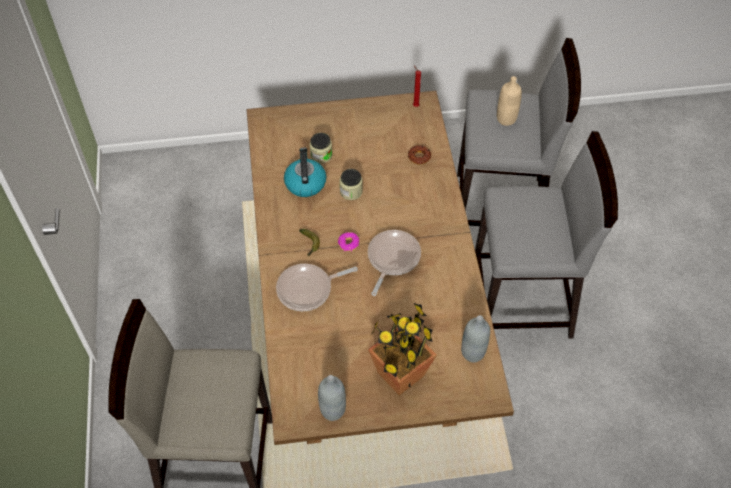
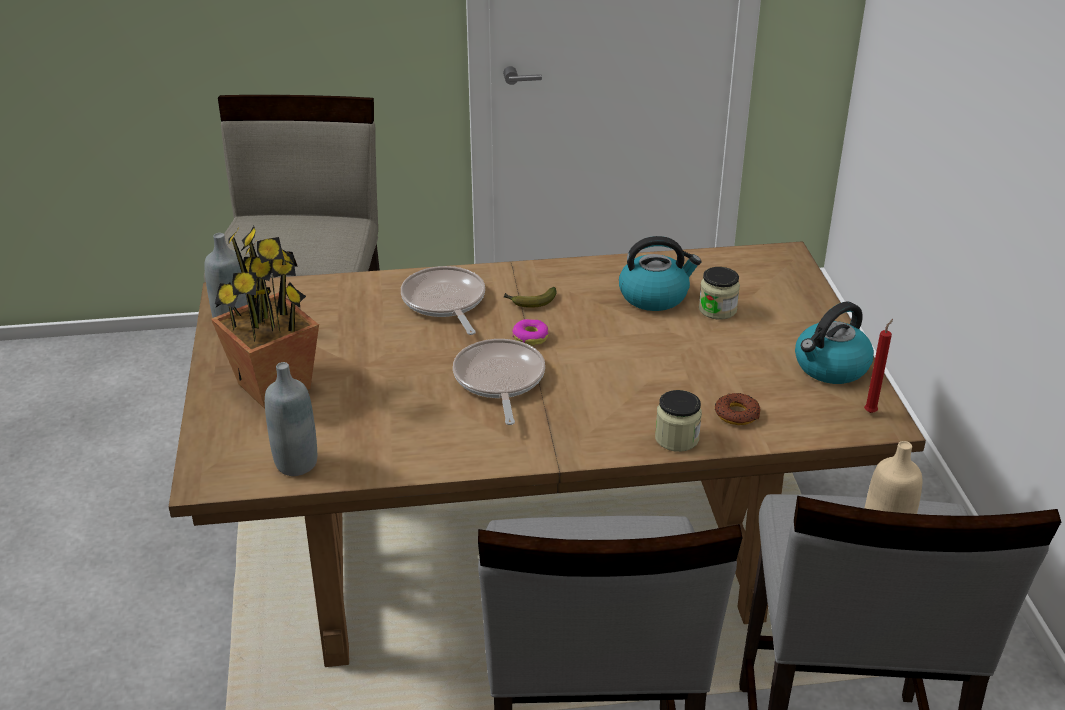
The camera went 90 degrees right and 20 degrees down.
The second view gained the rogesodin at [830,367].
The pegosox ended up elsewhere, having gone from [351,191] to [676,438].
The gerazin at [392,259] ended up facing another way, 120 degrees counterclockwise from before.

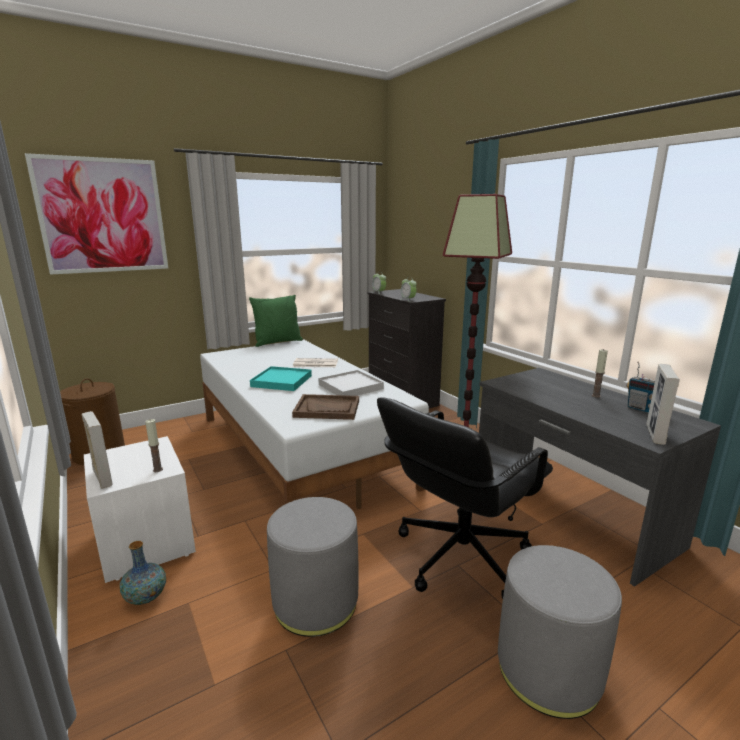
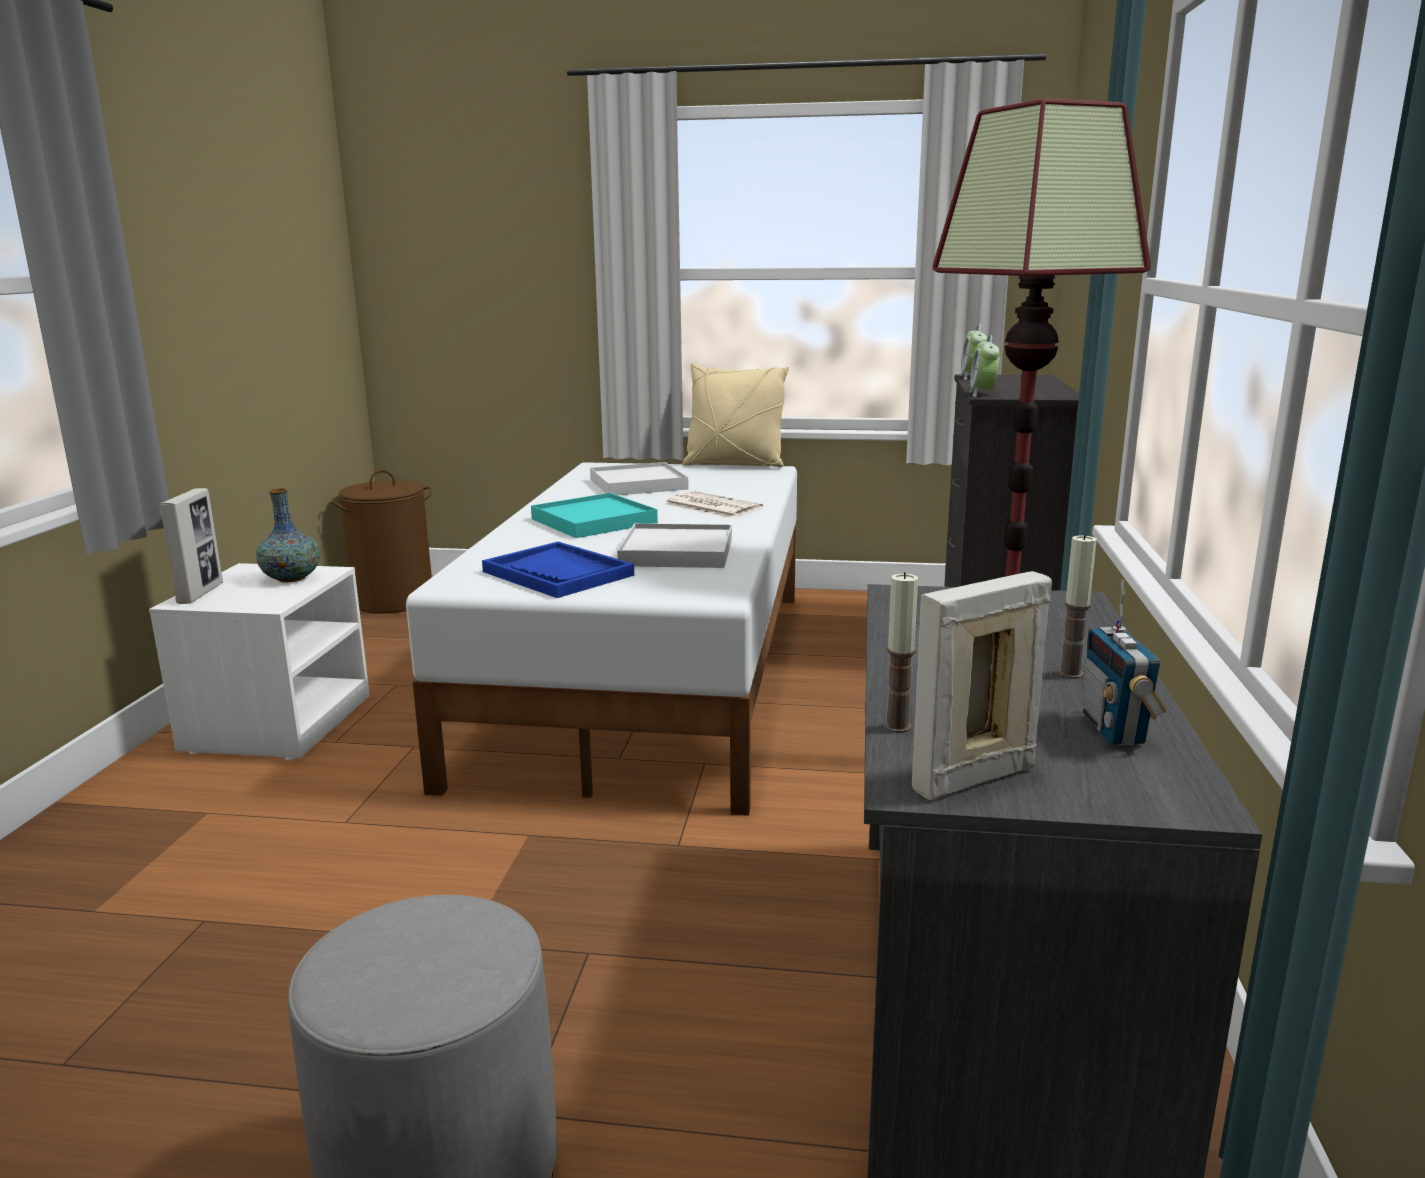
The camera went 40 degrees right and 0 degrees up.
The second view lost the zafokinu at [103,216].
The second view lost the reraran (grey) at [315,602].
The second view lost the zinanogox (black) at [459,556].
The second view gained the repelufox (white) at [638,484].
The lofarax ended up elsewhere, having gone from [145,596] to [291,578].
The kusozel ended up elsewhere, having gone from [157,470] to [897,726].
What was the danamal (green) at [278,342] turned into the danamal (beige) at [734,464].
What was the repelufox (brown) at [327,409] turned into the repelufox (blue) at [558,573].

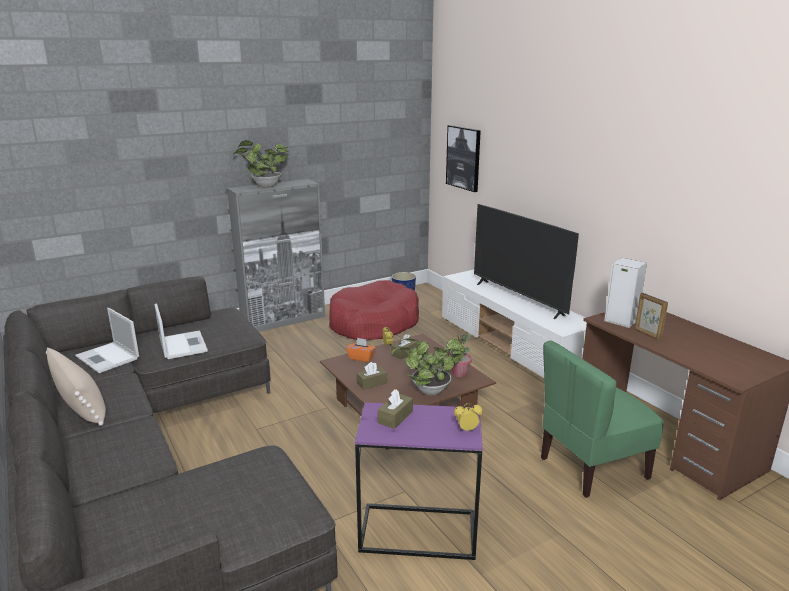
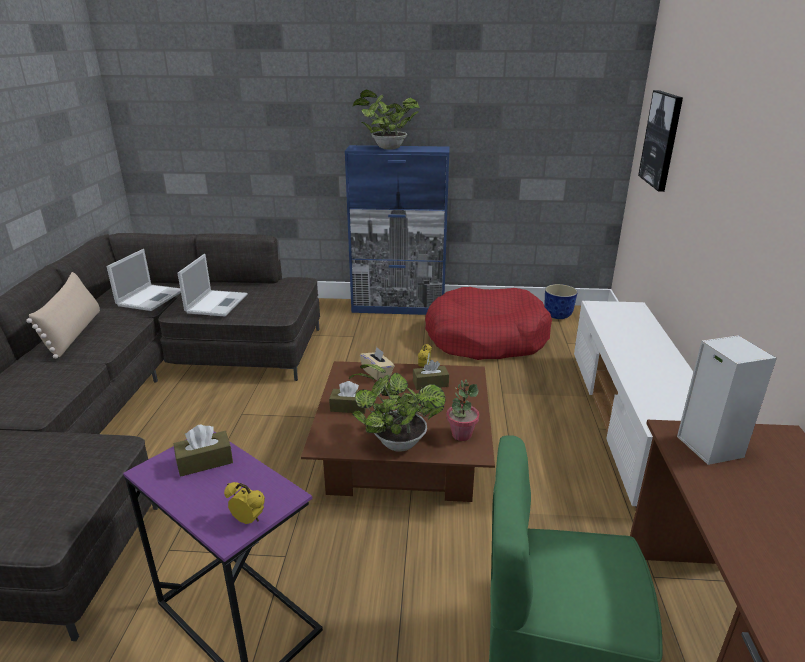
The camera went 35 degrees right and 5 degrees up.
The second view lost the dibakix at [518,299].
The second view lost the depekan at [647,334].
What was the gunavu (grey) at [284,320] turned into the gunavu (blue) at [399,308].
What was the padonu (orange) at [361,358] turned into the padonu (beige) at [377,373].
The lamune at [108,358] ended up facing another way, 150 degrees counterclockwise from before.

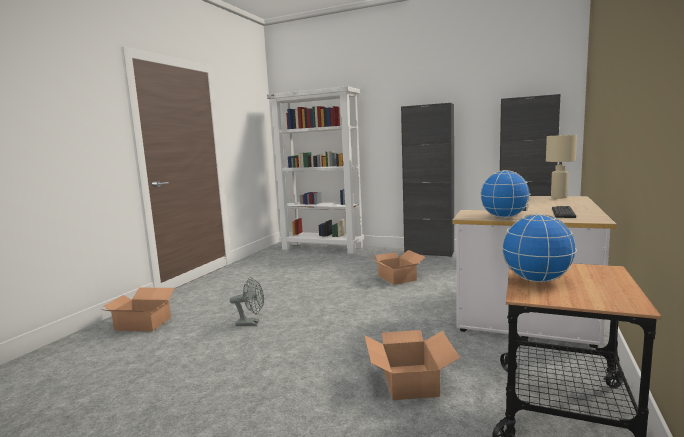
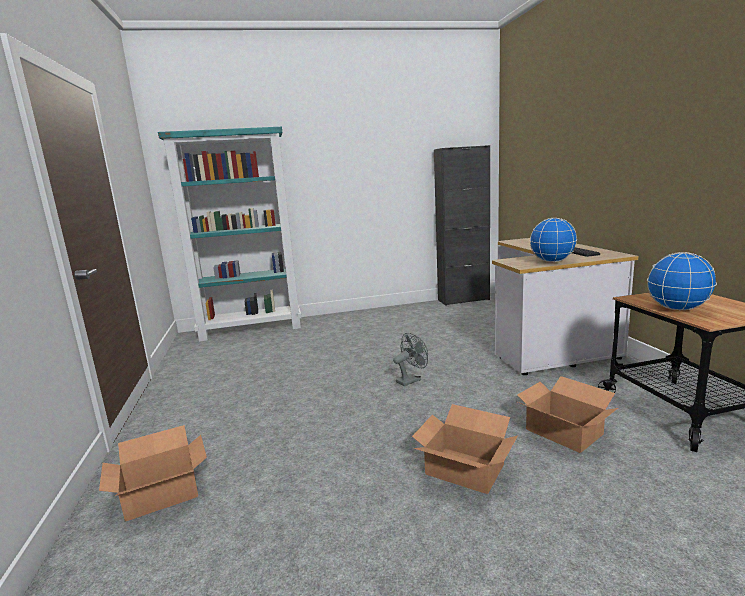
The camera went 35 degrees left and 5 degrees up.
The second view lost the gunavu (black) at [429,253].
The second view lost the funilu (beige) at [559,197].
The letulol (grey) ended up elsewhere, having gone from [251,323] to [411,380].
The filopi ended up elsewhere, having gone from [397,278] to [464,468].
What was the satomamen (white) at [323,248] turned into the satomamen (turquoise) at [252,329].

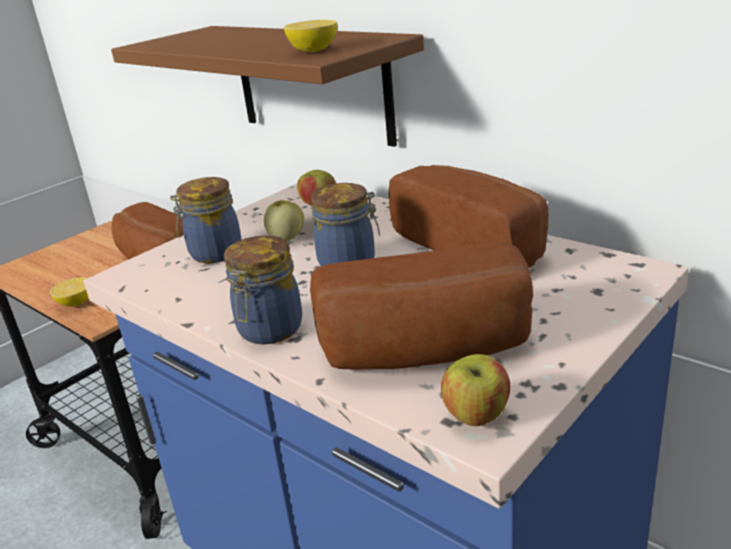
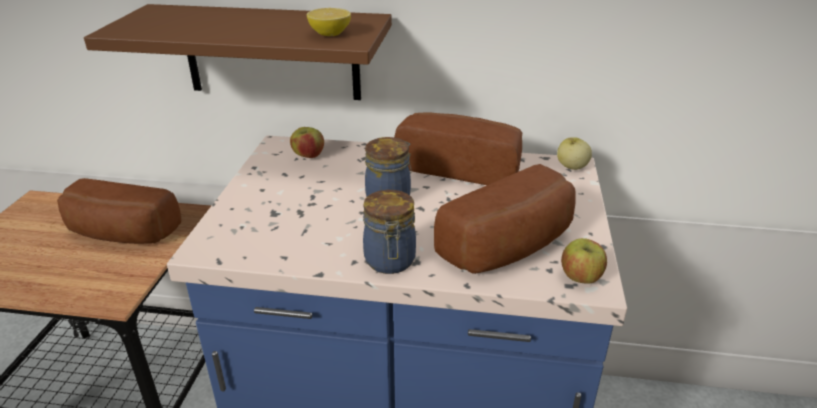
The camera went 35 degrees left and 5 degrees up.
The second view lost the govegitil at [76,303].
The second view lost the pegosox at [213,253].
The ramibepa ended up elsewhere, having gone from [286,239] to [571,167].

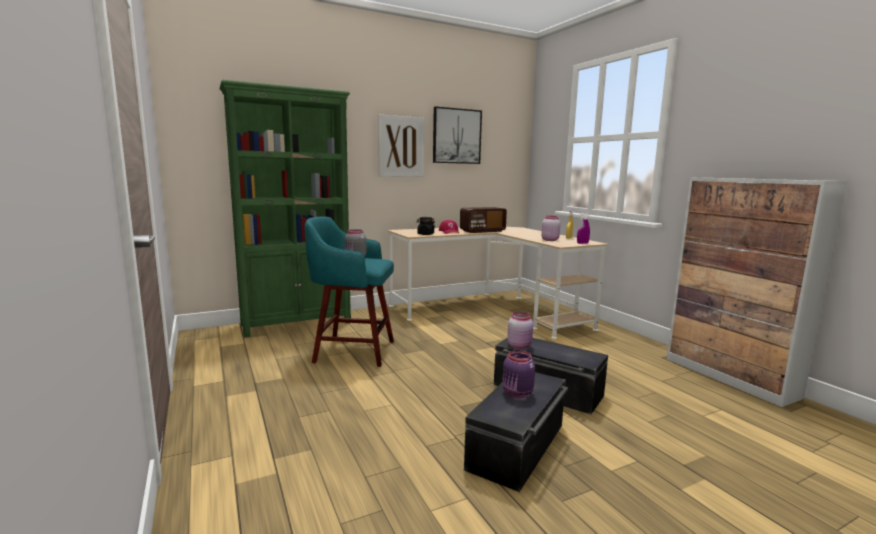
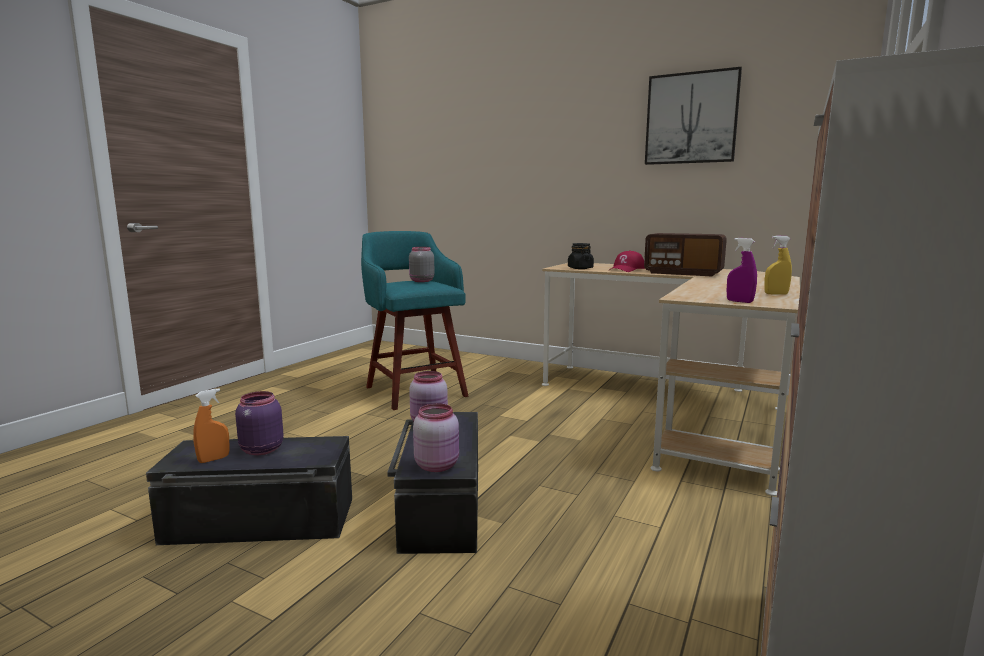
The camera went 55 degrees right and 0 degrees up.
The second view lost the satomamen (green) at [297,323].
The second view lost the zafokinu at [401,146].
The second view gained the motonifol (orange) at [214,459].
The pegosox (pink) ended up elsewhere, having gone from [549,240] to [438,465].

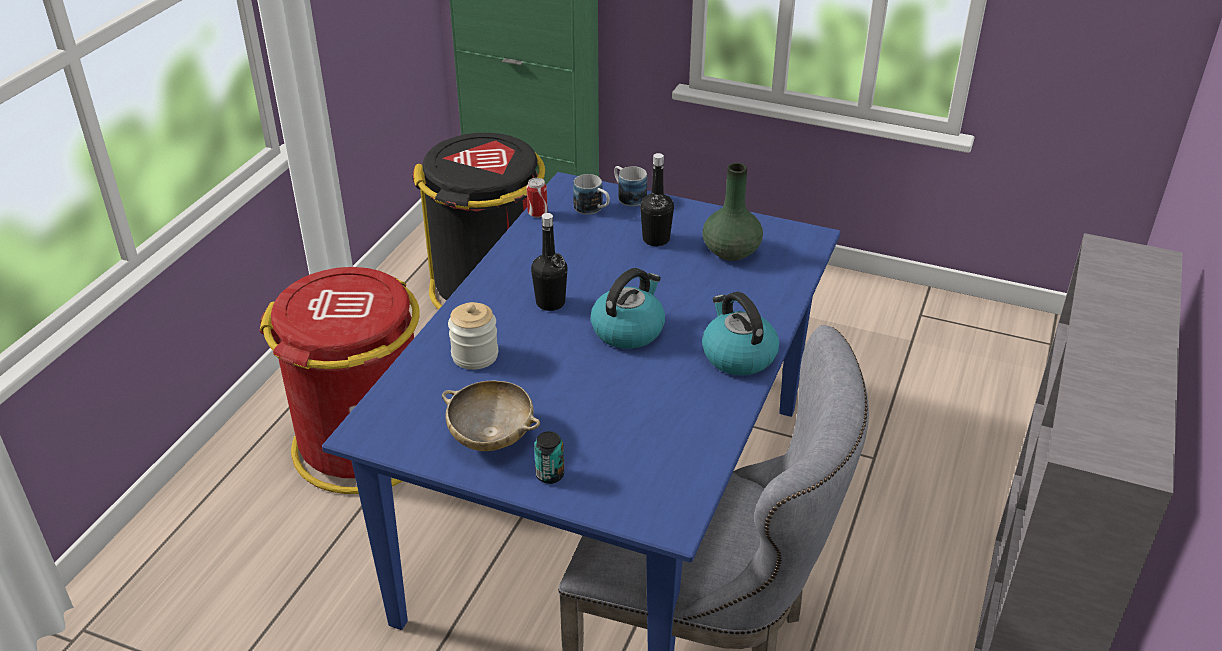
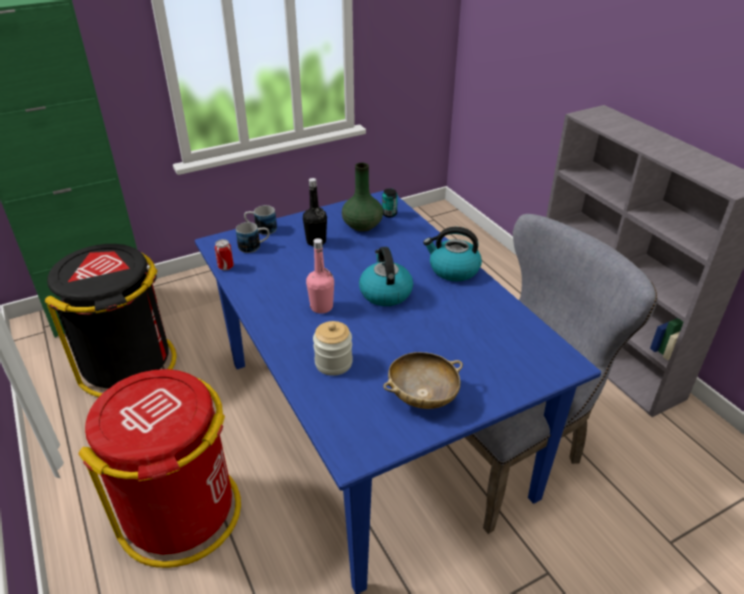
The camera went 50 degrees left and 0 degrees up.
The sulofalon ended up elsewhere, having gone from [550,475] to [389,214].
What was the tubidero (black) at [550,303] turned into the tubidero (pink) at [321,307].

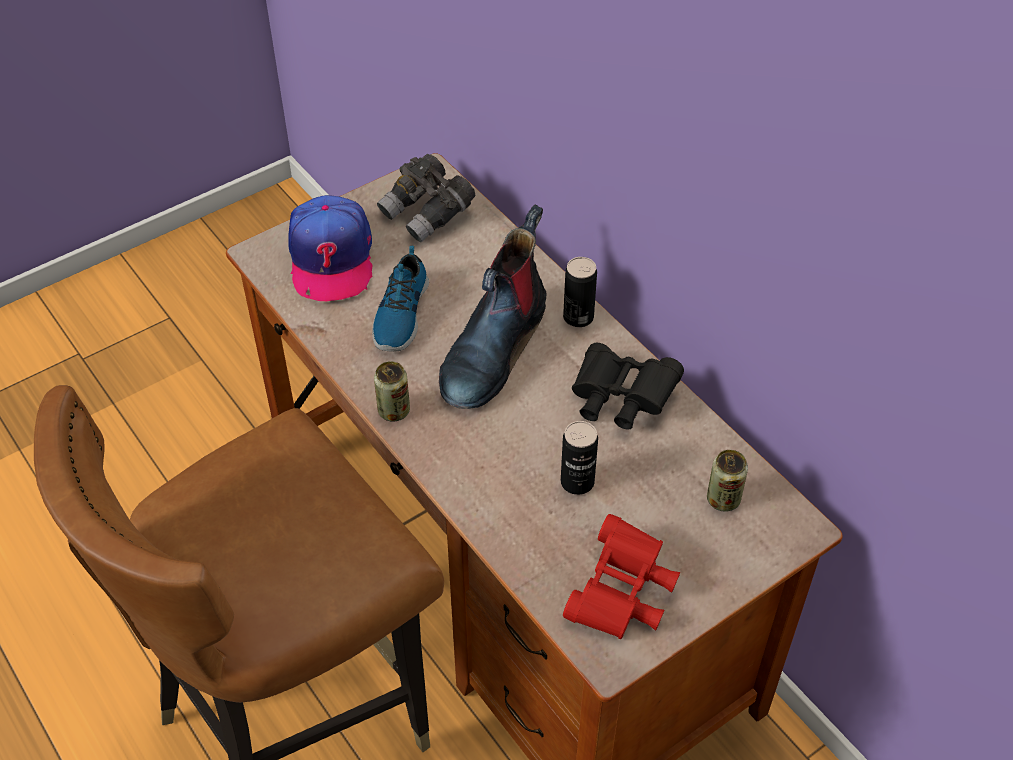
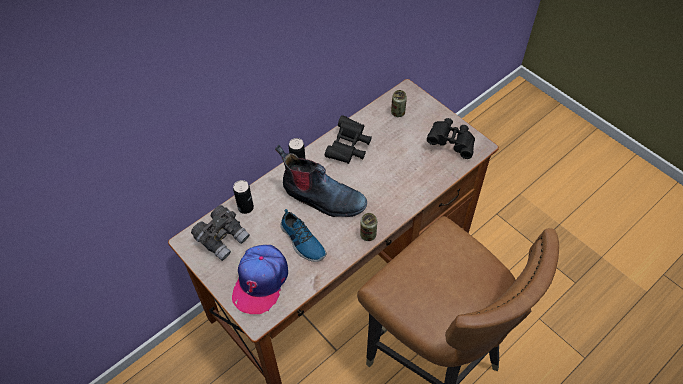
The camera went 95 degrees left and 5 degrees up.
The sulofalon ended up elsewhere, having gone from [577,482] to [245,207].
What was the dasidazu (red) at [622,595] turned into the dasidazu (black) at [451,143].
The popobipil at [331,258] ended up facing another way, 120 degrees clockwise from before.
The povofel at [399,314] ended up facing another way, 45 degrees clockwise from before.

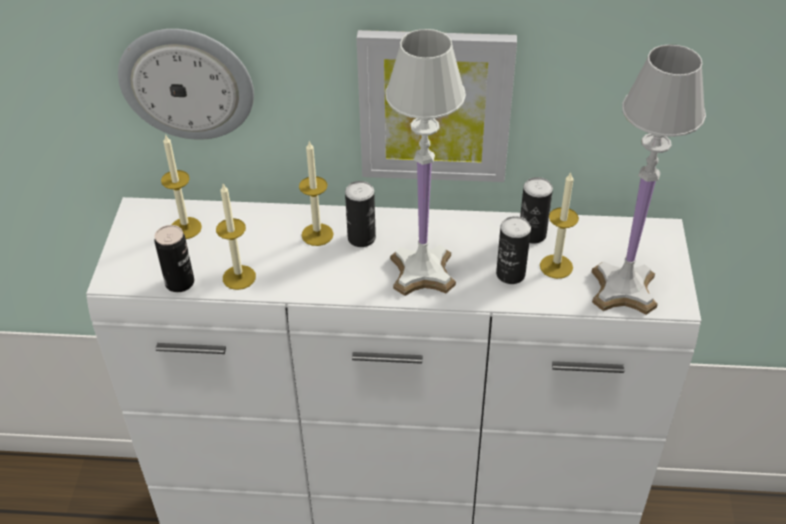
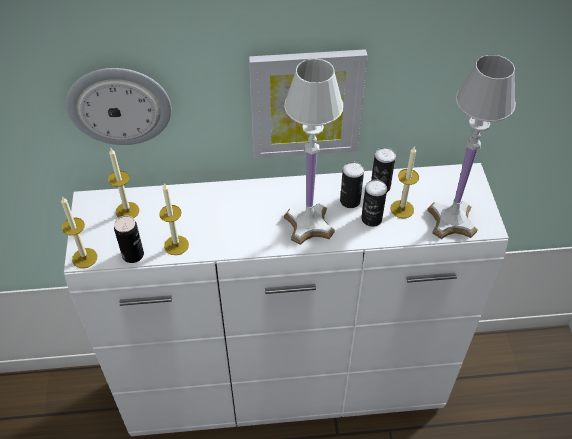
The camera went 10 degrees left and 5 degrees up.
The kusozel ended up elsewhere, having gone from [317,234] to [84,258].
The sulofalon ended up elsewhere, having gone from [361,238] to [350,201].

